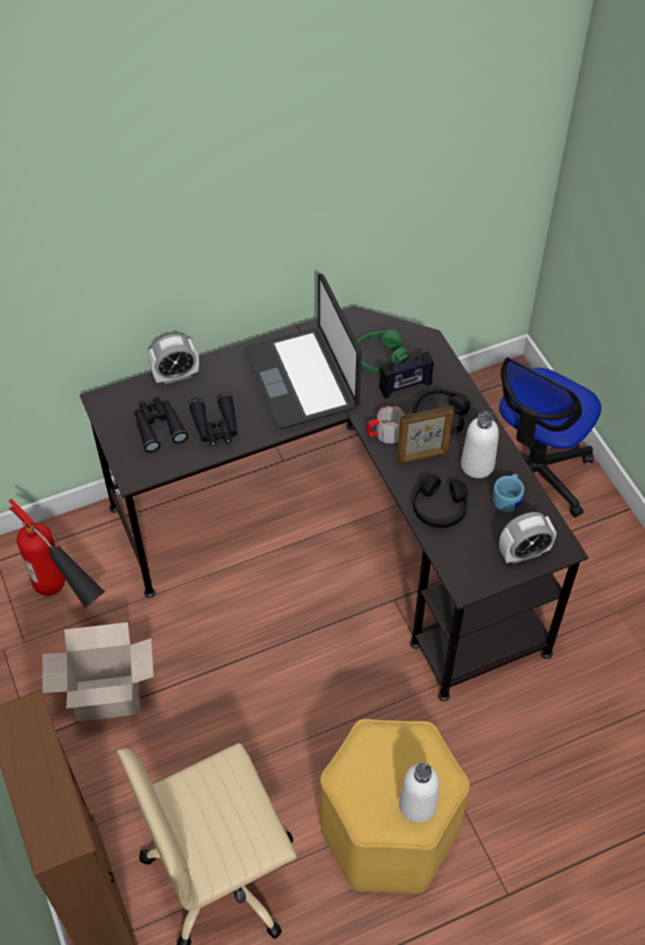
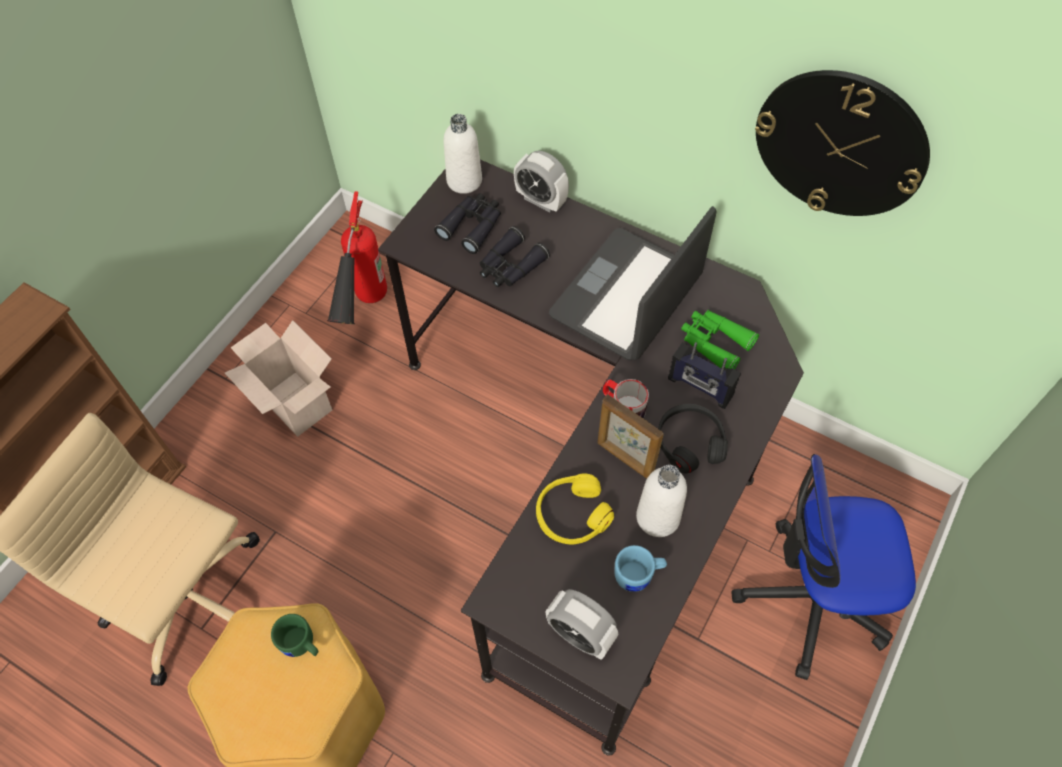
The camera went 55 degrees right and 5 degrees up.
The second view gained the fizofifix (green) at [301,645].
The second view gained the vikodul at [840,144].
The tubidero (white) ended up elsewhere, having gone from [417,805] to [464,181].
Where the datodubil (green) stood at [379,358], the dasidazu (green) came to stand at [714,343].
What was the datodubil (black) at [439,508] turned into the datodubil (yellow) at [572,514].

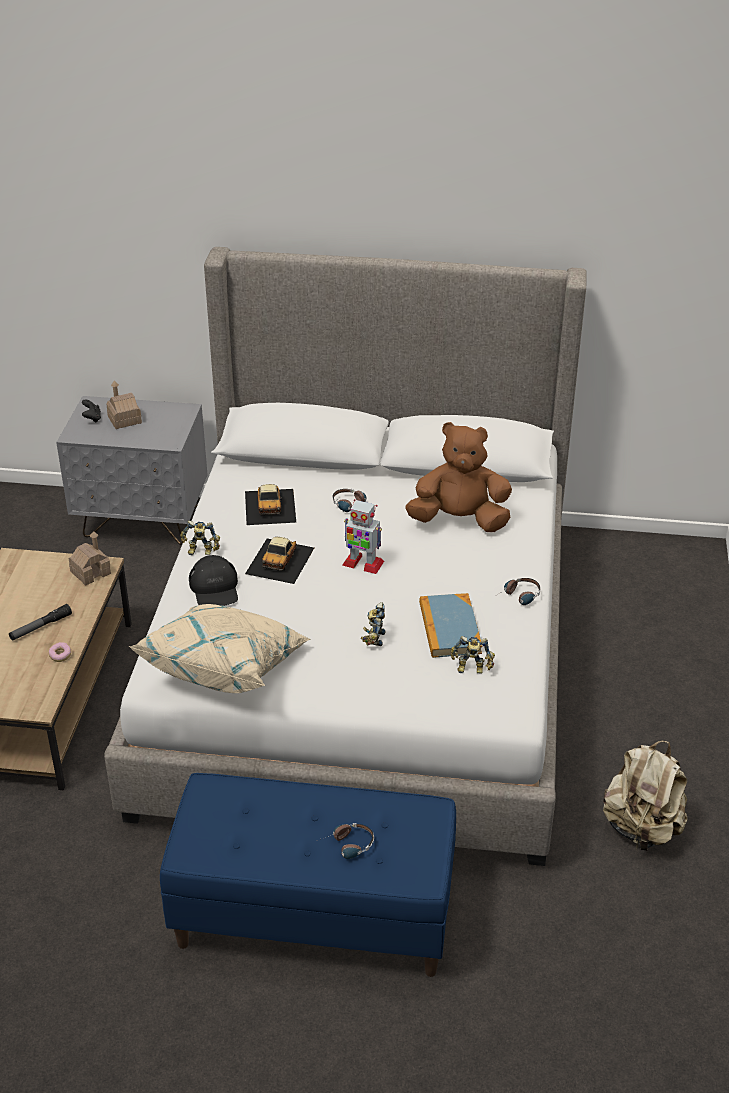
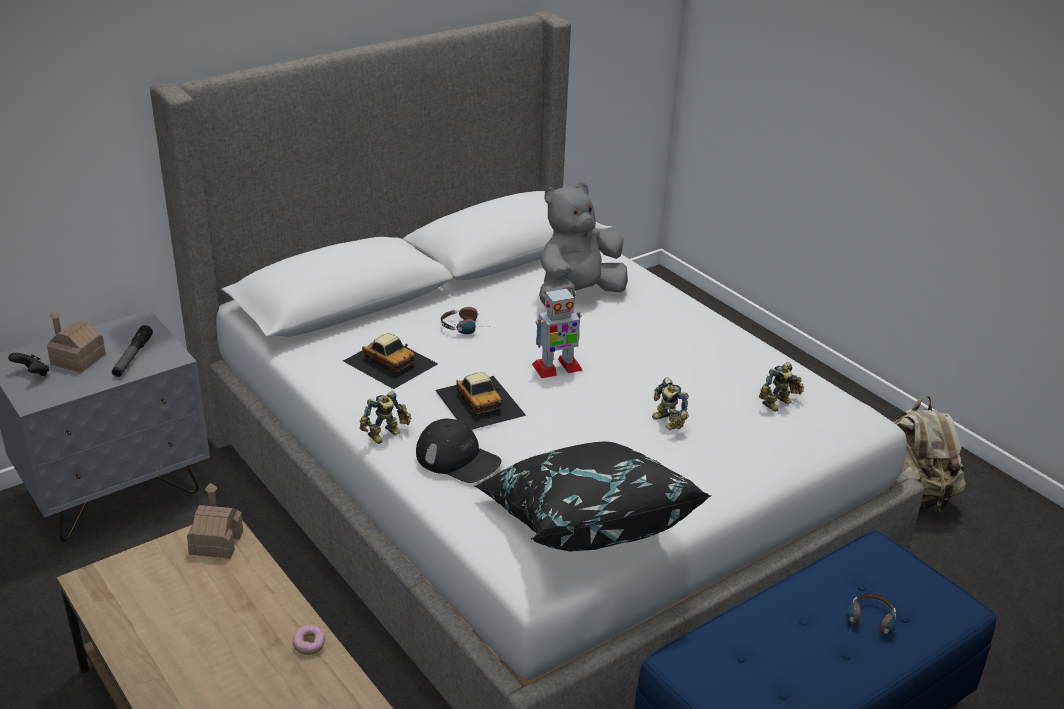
The camera went 45 degrees left and 5 degrees down.
The second view lost the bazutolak at [449,628].
The second view lost the datodubil at [518,597].
The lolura ended up elsewhere, having gone from [40,627] to [132,357].
What was the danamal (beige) at [225,667] turned into the danamal (black) at [584,522].
What was the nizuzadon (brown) at [459,520] turned into the nizuzadon (grey) at [577,296].

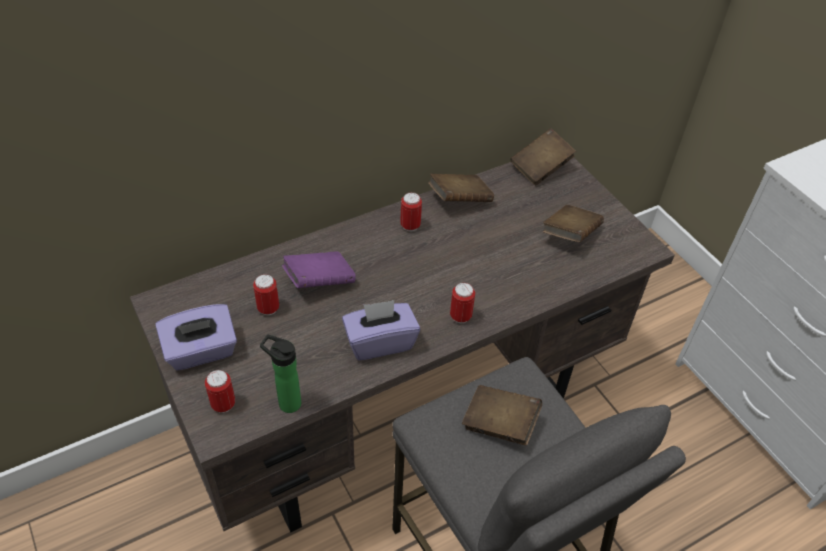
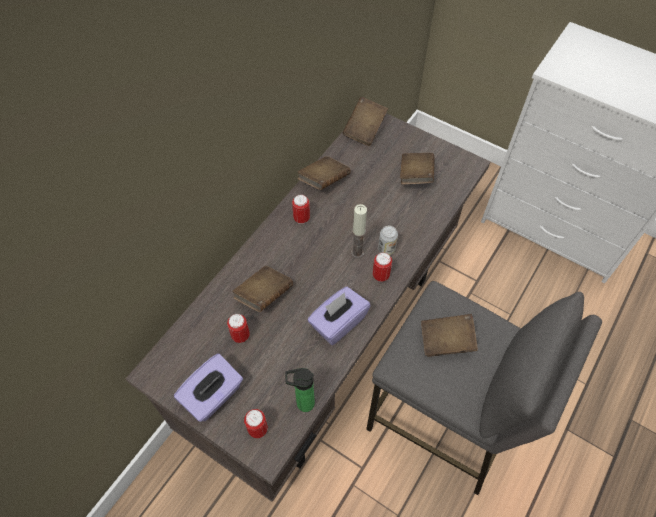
The camera went 25 degrees left and 10 degrees up.
The second view gained the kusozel at [357,252].
The second view gained the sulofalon at [386,249].
What was the bazutolak (purple) at [319,281] turned into the bazutolak (brown) at [264,295].

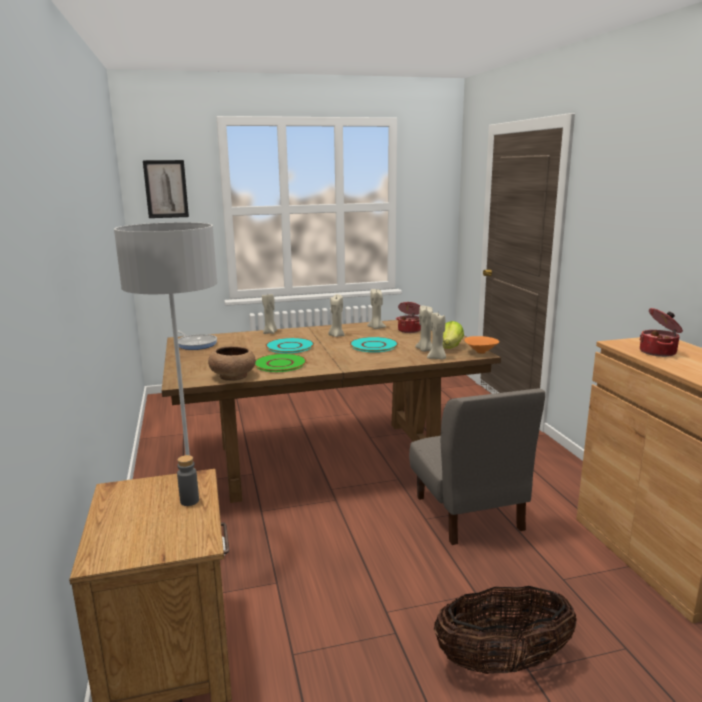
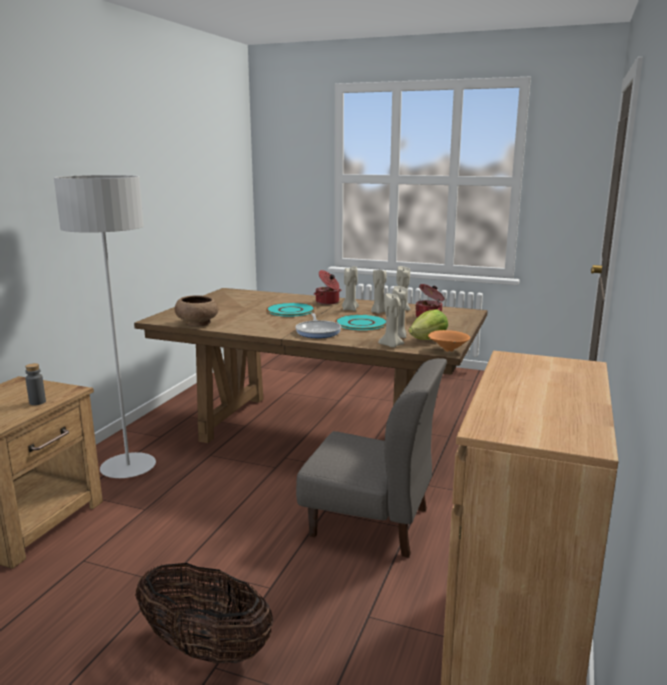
The camera went 35 degrees right and 0 degrees up.
The second view lost the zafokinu at [166,189].
The second view lost the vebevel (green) at [280,364].
The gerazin ended up elsewhere, having gone from [196,344] to [318,331].
The kusozel (beige) ended up elsewhere, having gone from [270,332] to [379,312].
The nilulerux ended up elsewhere, having gone from [659,352] to [328,302].
The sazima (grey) at [468,513] ended up facing another way, 90 degrees counterclockwise from before.

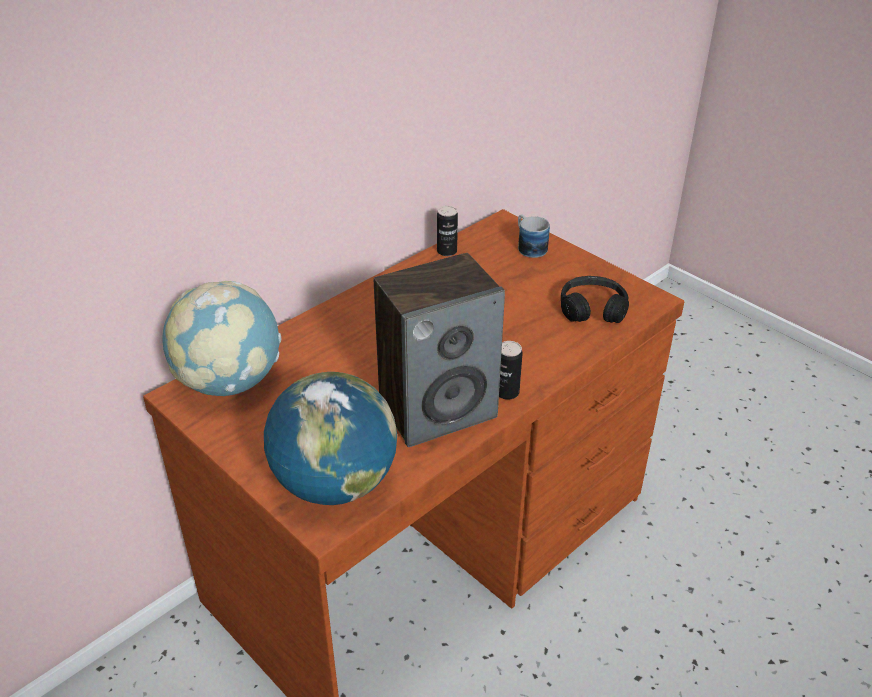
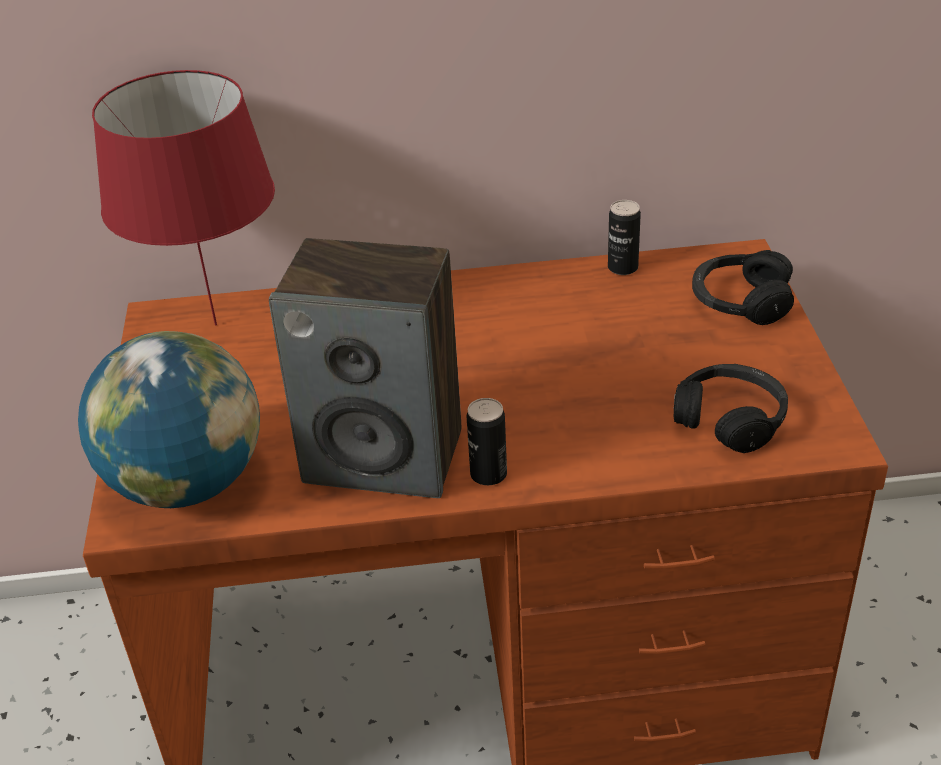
The camera went 40 degrees right and 0 degrees up.
Where the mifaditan stood at [229,382], the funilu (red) came to stand at [215,324].
Where the fizofifix stood at [529,246], the datodubil (black) came to stand at [740,301].

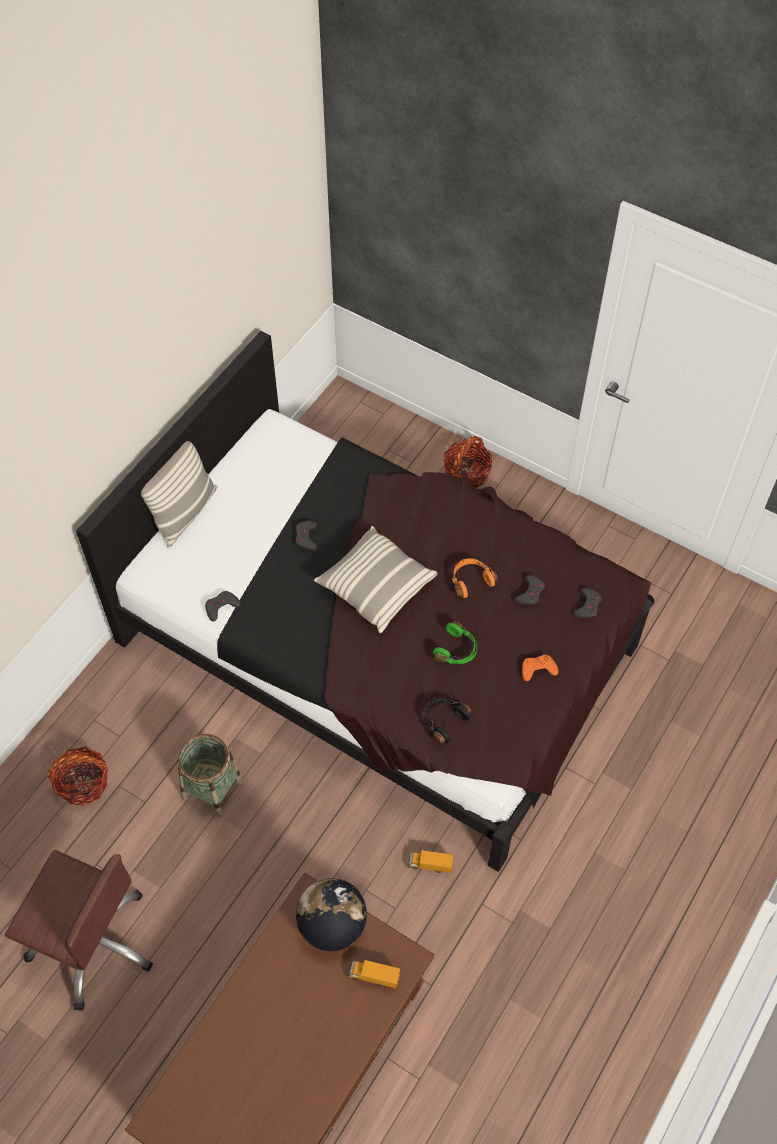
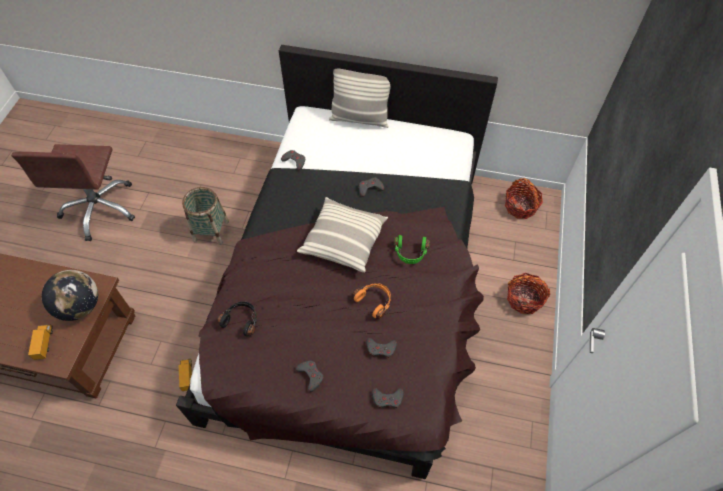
The camera went 70 degrees right and 0 degrees up.
The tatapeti ended up elsewhere, having gone from [83,783] to [520,206].
The datodubil (green) ended up elsewhere, having gone from [457,650] to [410,253].
What was the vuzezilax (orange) at [538,669] turned into the vuzezilax (grey) at [310,375].

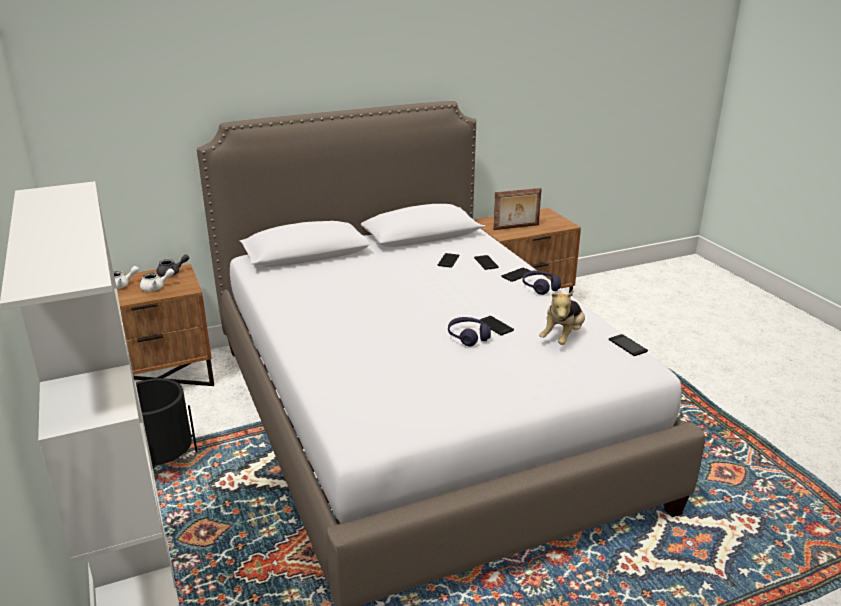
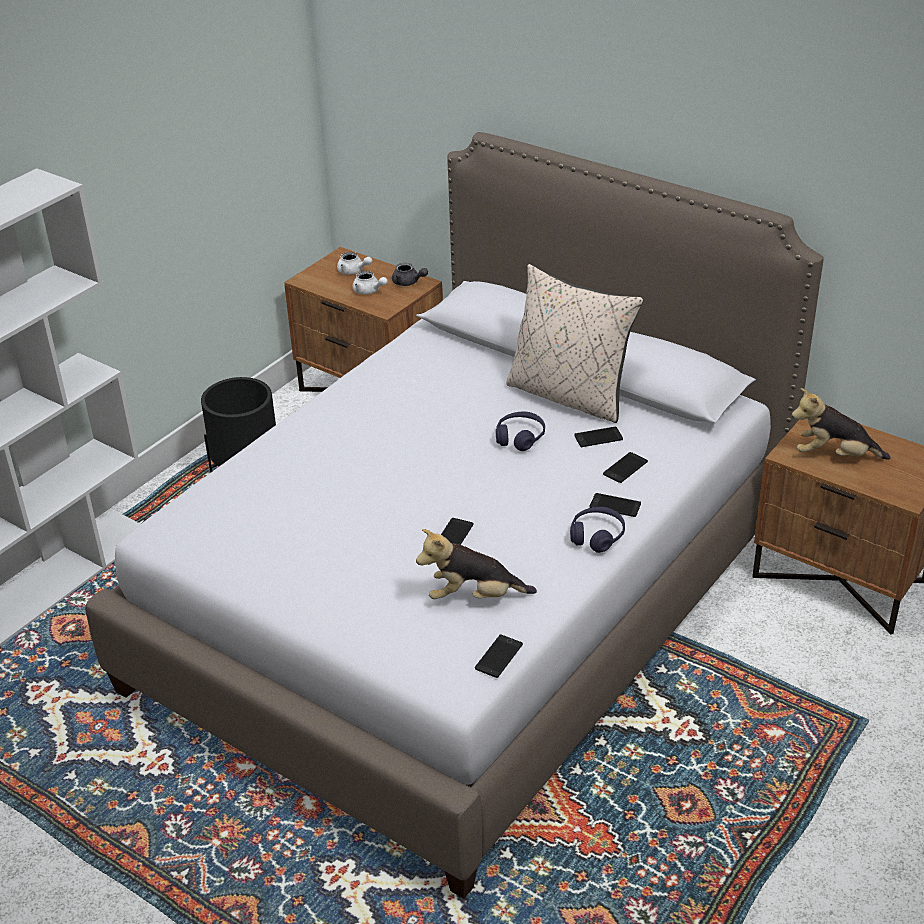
The camera went 60 degrees right and 10 degrees up.
The second view gained the danamal (beige) at [569,395].
The datodubil (purple) ended up elsewhere, having gone from [468,337] to [520,437].
Where the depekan stood at [516,227], the nizuzadon came to stand at [834,455].

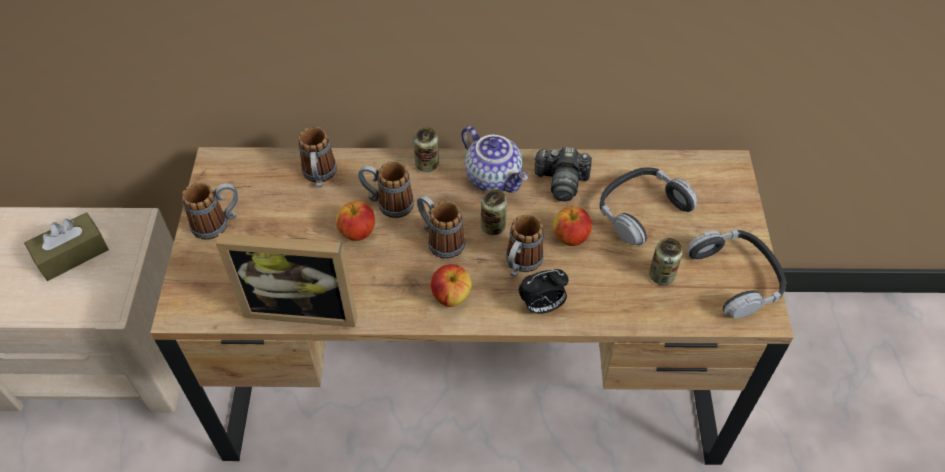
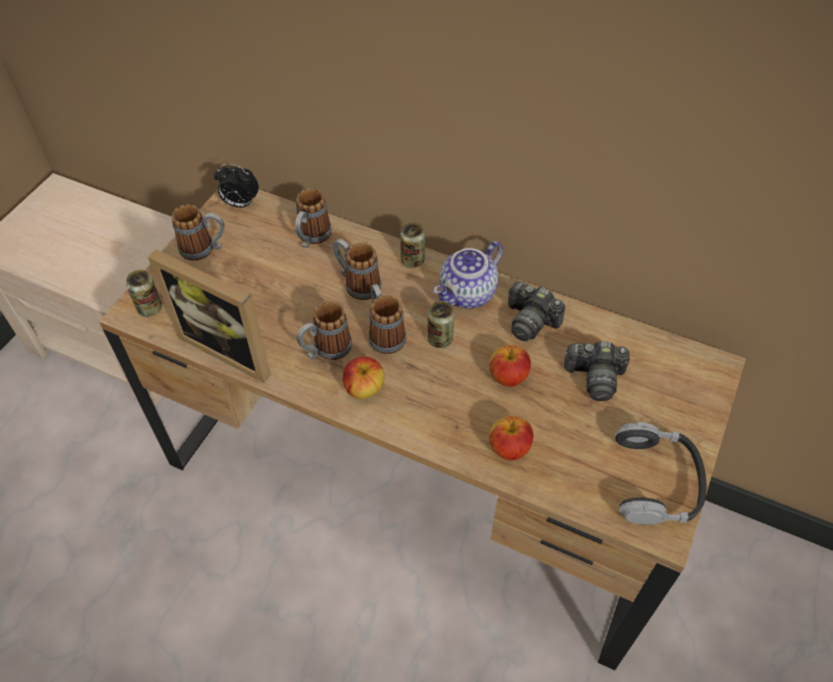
The camera went 25 degrees right and 0 degrees up.
The second view lost the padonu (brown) at [72,254].
The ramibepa ended up elsewhere, having gone from [357,232] to [509,448].
The fizofifix ended up elsewhere, having gone from [520,264] to [326,350].
The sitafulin ended up elsewhere, having gone from [541,306] to [240,204].
The sulofalon ended up elsewhere, having gone from [661,275] to [150,308].
Where the datodubil stood at [641,210], the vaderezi came to stand at [595,377].
The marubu at [494,178] ended up facing another way, 60 degrees clockwise from before.

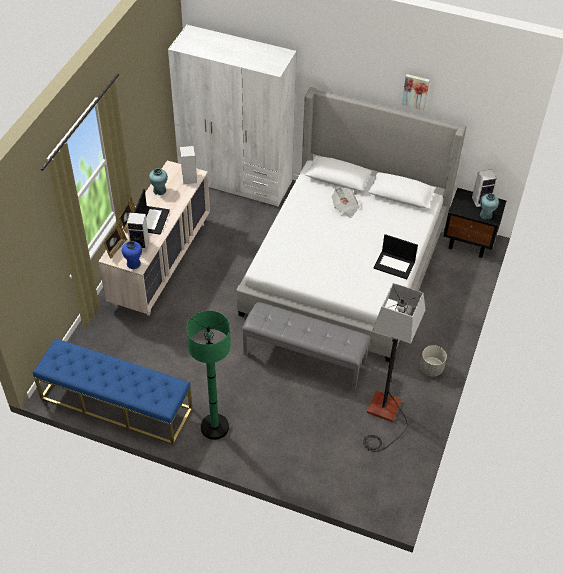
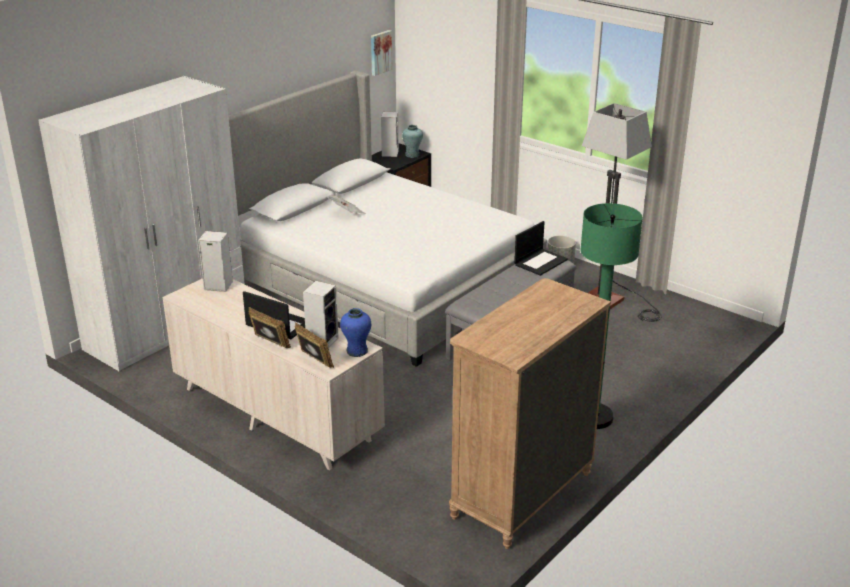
The camera went 70 degrees left and 20 degrees down.
The second view lost the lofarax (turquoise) at [159,191].
The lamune ended up elsewhere, having gone from [394,265] to [540,262].
The zafokinu ended up elsewhere, having gone from [415,91] to [380,52].
Where the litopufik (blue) stood at [116,403], the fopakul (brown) came to stand at [522,496].

